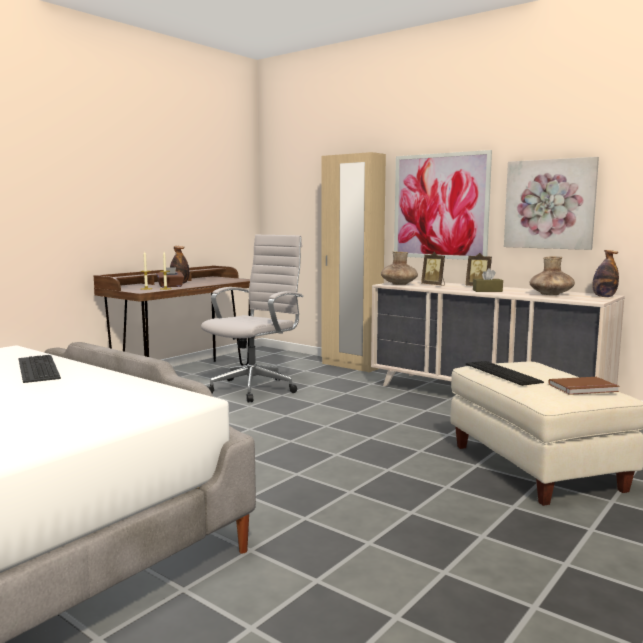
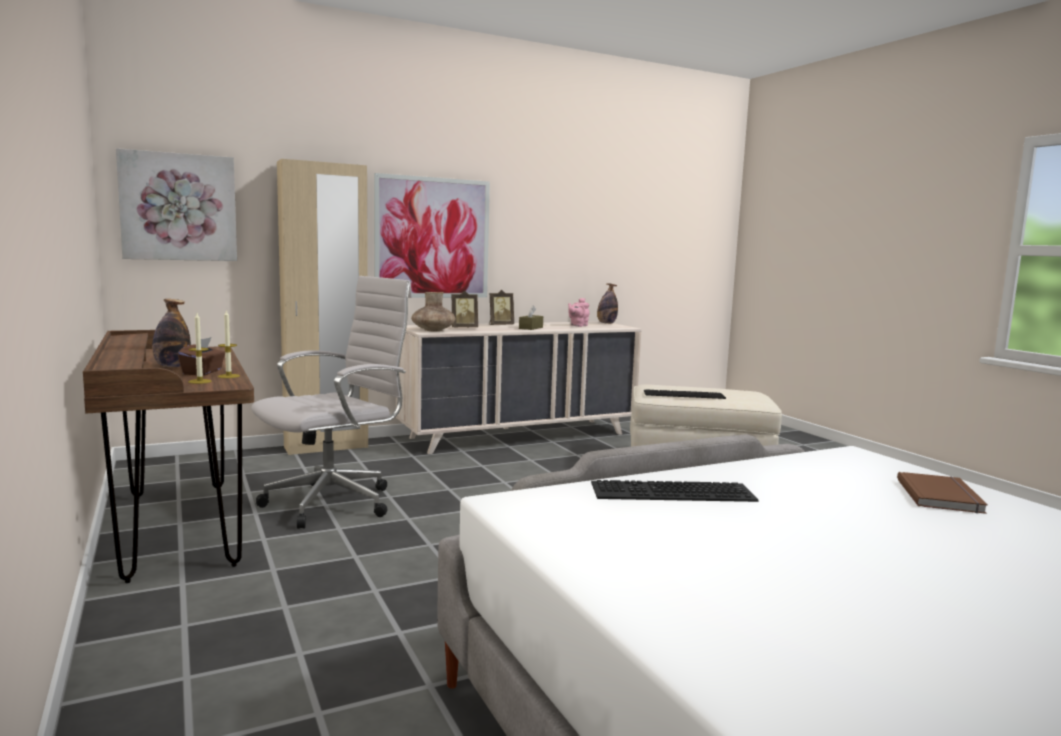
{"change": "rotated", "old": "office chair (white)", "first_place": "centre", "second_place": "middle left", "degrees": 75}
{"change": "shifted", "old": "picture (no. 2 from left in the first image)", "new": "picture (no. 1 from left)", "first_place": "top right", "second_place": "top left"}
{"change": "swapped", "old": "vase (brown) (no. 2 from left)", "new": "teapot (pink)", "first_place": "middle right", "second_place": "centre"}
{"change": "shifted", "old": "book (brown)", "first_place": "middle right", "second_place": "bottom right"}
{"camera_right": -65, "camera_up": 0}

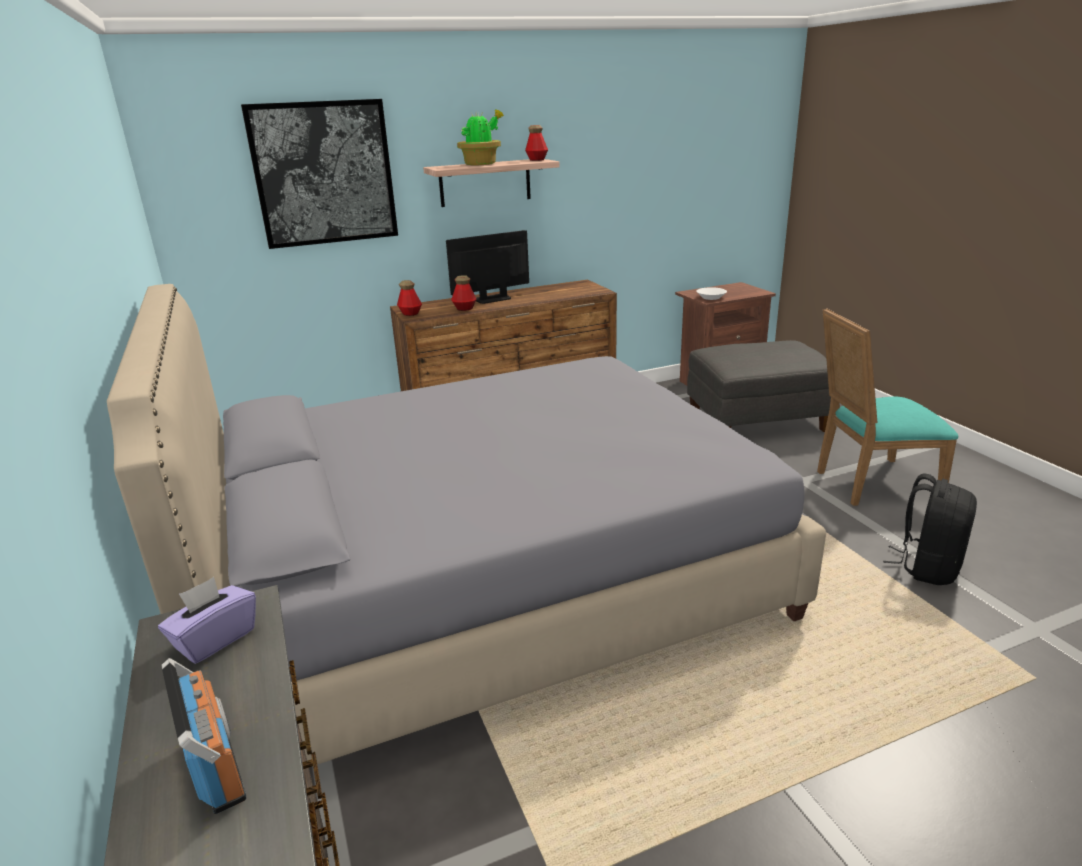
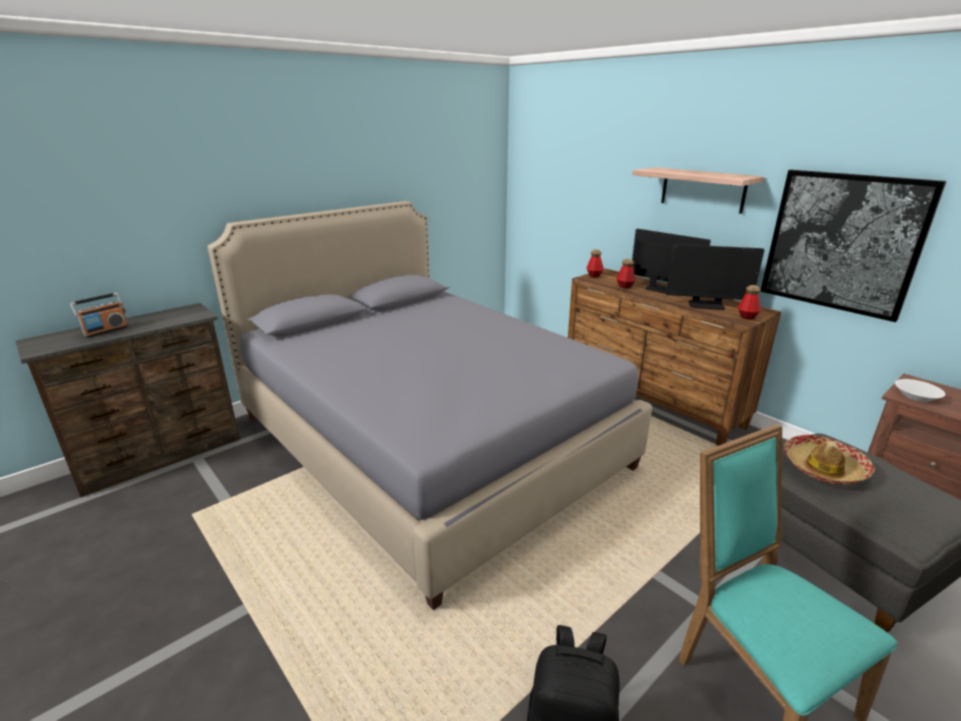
{"change": "gone", "old": "tissue box (purple)", "first_place": "bottom left"}
{"change": "shifted", "old": "picture", "first_place": "top left", "second_place": "middle right"}
{"change": "gone", "old": "potted plant", "first_place": "top centre"}
{"change": "shifted", "old": "bottle (no. 3 from left)", "first_place": "top centre", "second_place": "middle right"}
{"change": "new", "new": "monitor (no. 2 from left)", "second_place": "middle right"}
{"change": "new", "new": "hat", "second_place": "middle right"}
{"camera_right": 70, "camera_up": 0}

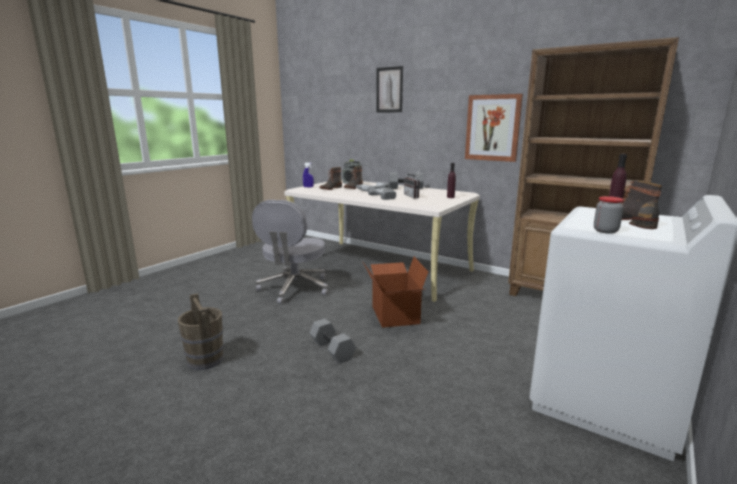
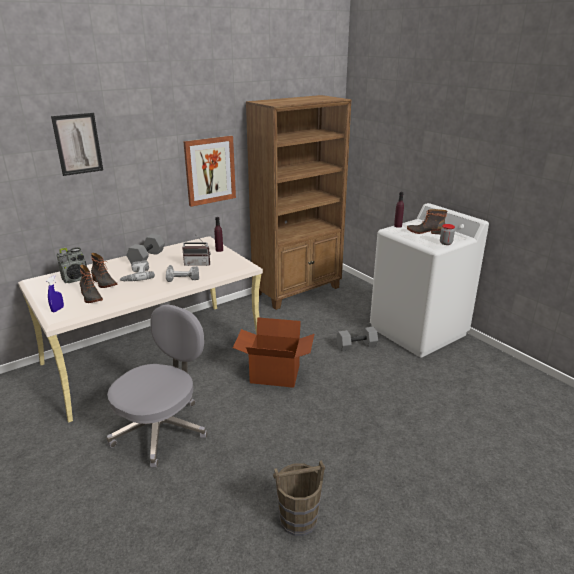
{"change": "rotated", "old": "office chair (grey)", "first_place": "centre", "second_place": "bottom left", "degrees": -90}
{"change": "shifted", "old": "dumbbell (grey) (no. 1 from left in the first image)", "new": "dumbbell (grey) (no. 2 from left)", "first_place": "bottom centre", "second_place": "centre"}
{"camera_right": -70, "camera_up": 10}

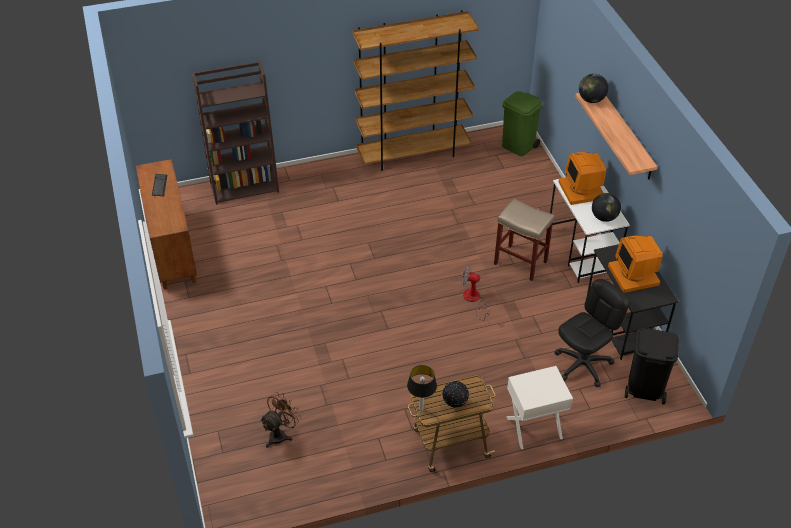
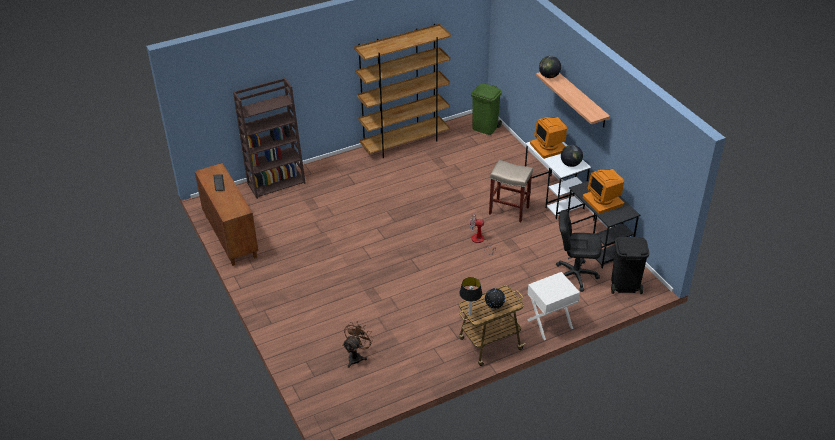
{"change": "rotated", "old": "office chair (black)", "first_place": "middle right", "second_place": "middle right", "degrees": -120}
{"camera_right": -10, "camera_up": -5}

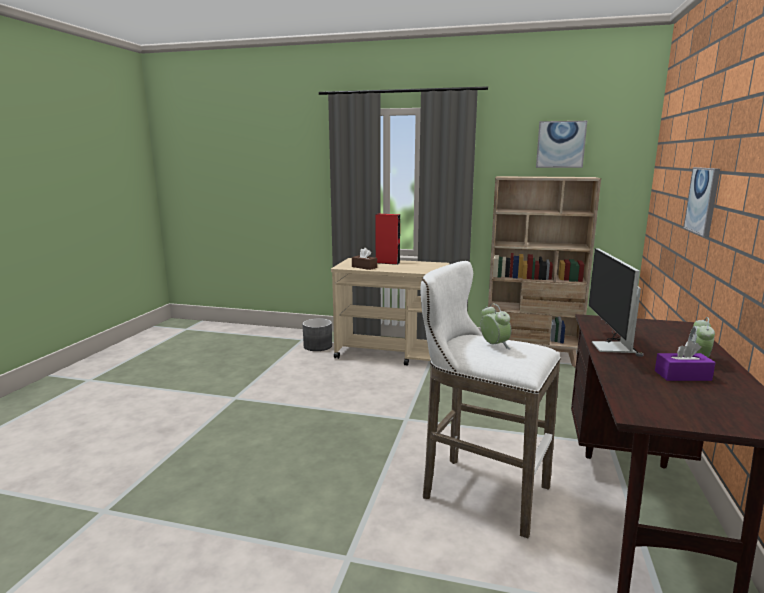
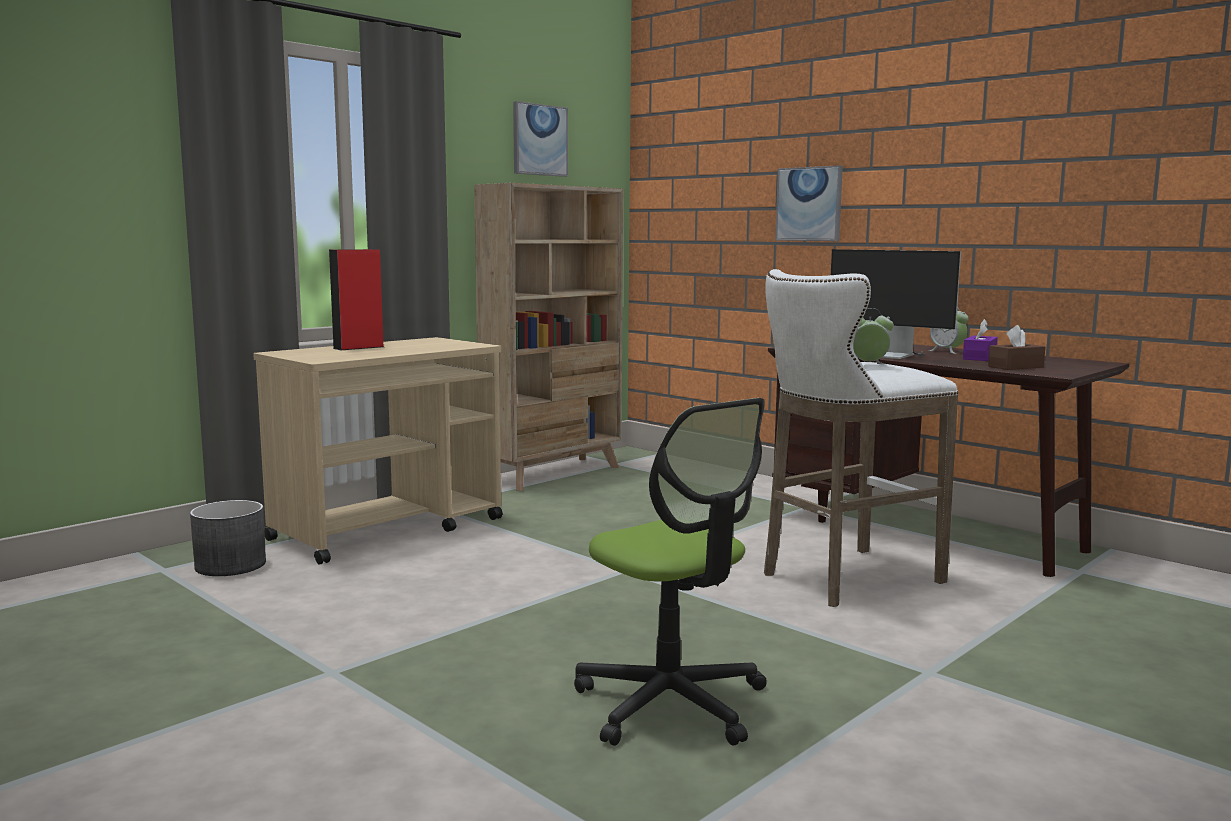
{"change": "shifted", "old": "tissue box (brown)", "first_place": "centre", "second_place": "middle right"}
{"change": "new", "new": "office chair", "second_place": "bottom centre"}
{"camera_right": -60, "camera_up": -5}

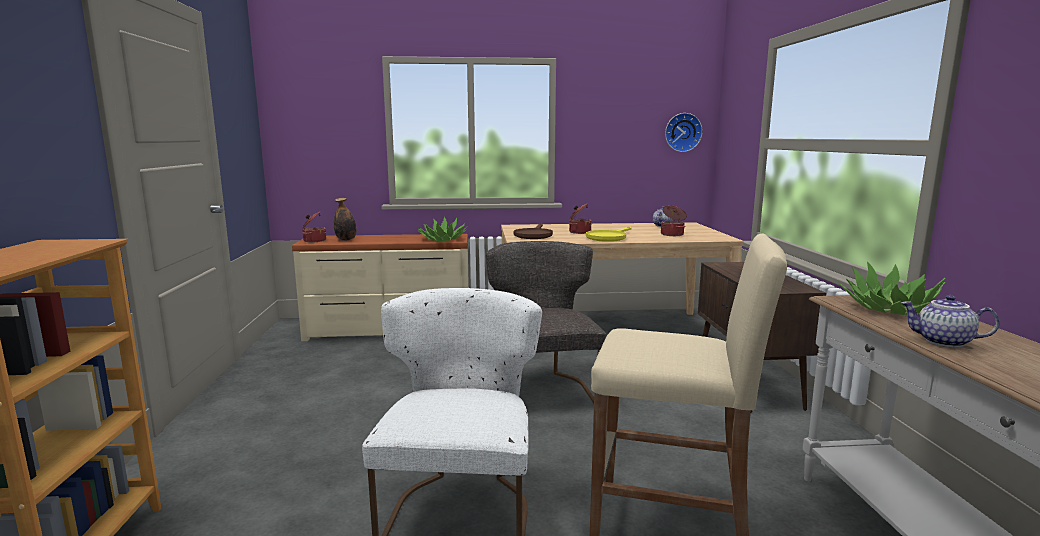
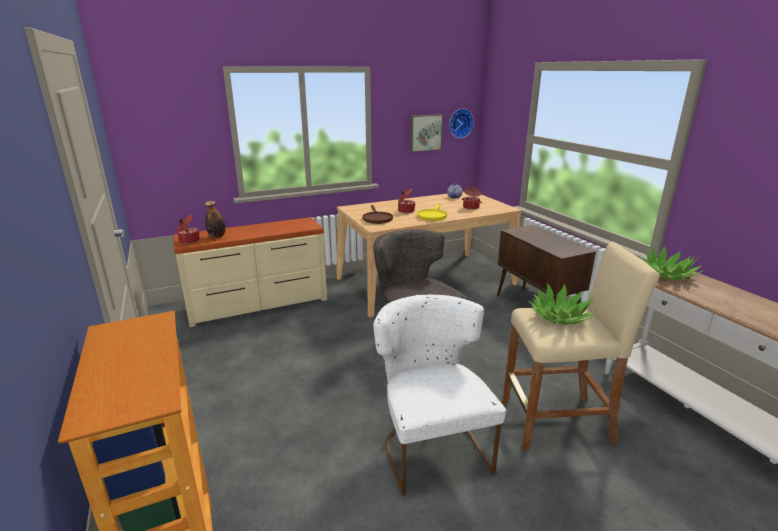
{"change": "shifted", "old": "potted plant (no. 1 from left)", "first_place": "centre", "second_place": "middle right"}
{"change": "gone", "old": "teapot (no. 2 from left)", "first_place": "middle right"}
{"change": "new", "new": "picture", "second_place": "top centre"}
{"camera_right": -20, "camera_up": 10}

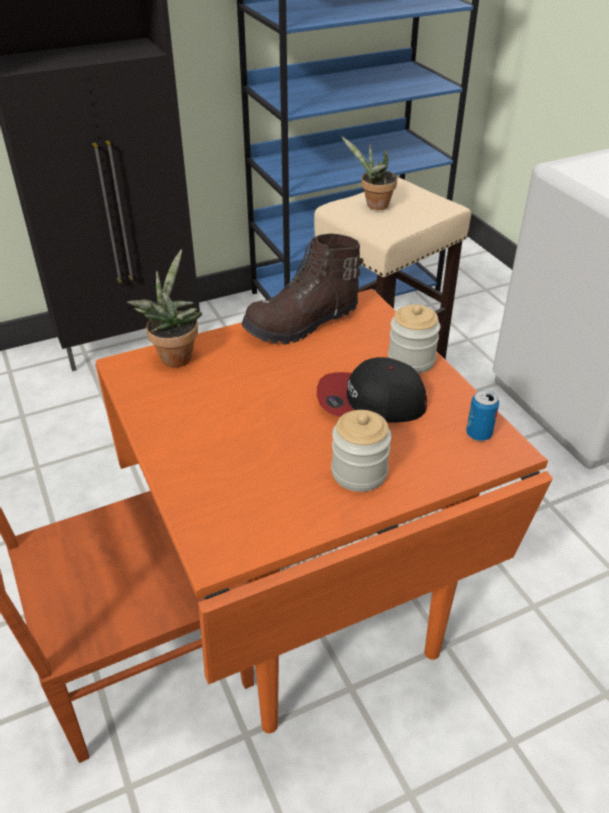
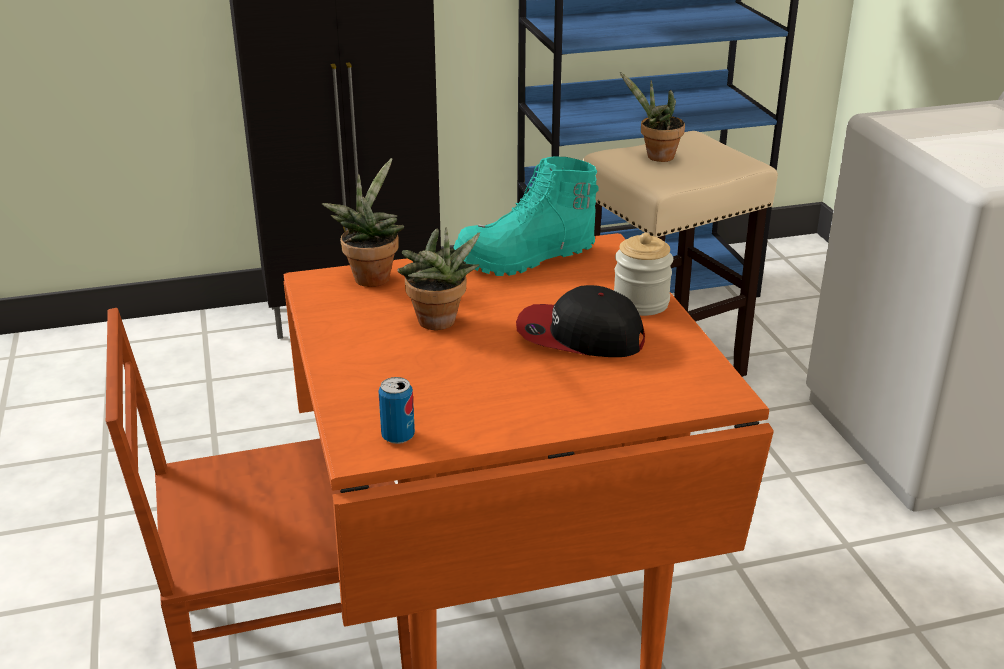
{"change": "repainted", "old": "boot (brown)", "new": "boot (turquoise)", "first_place": "centre", "second_place": "top centre"}
{"change": "gone", "old": "jar (no. 1 from left)", "first_place": "centre"}
{"change": "shifted", "old": "can", "first_place": "middle right", "second_place": "centre"}
{"change": "new", "new": "potted plant (no. 2 from left)", "second_place": "centre"}
{"camera_right": 10, "camera_up": -10}

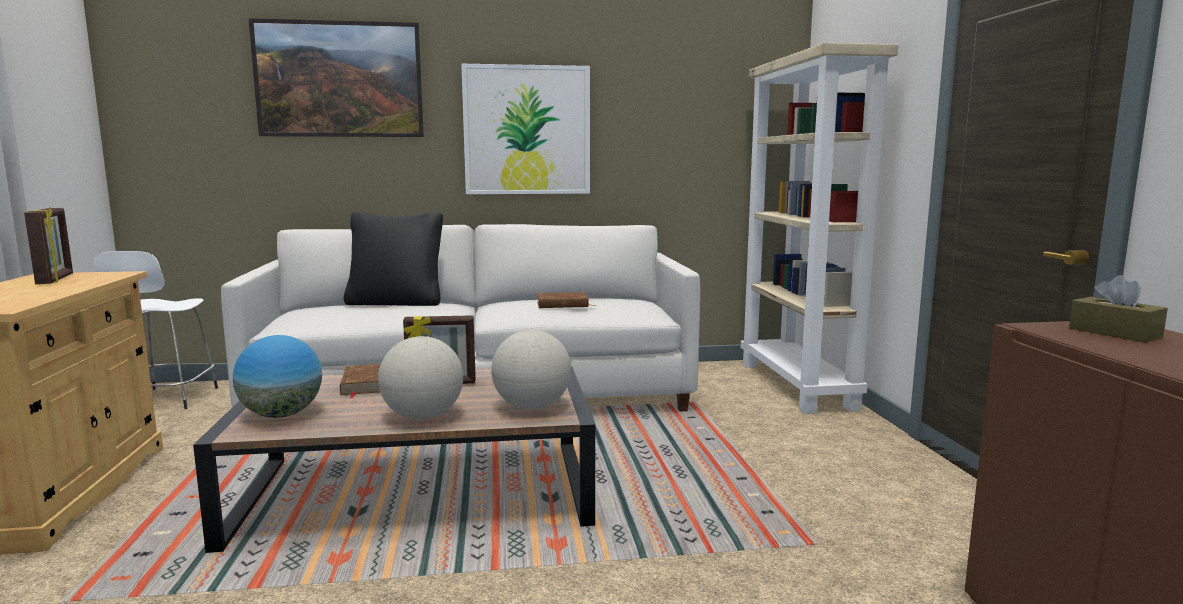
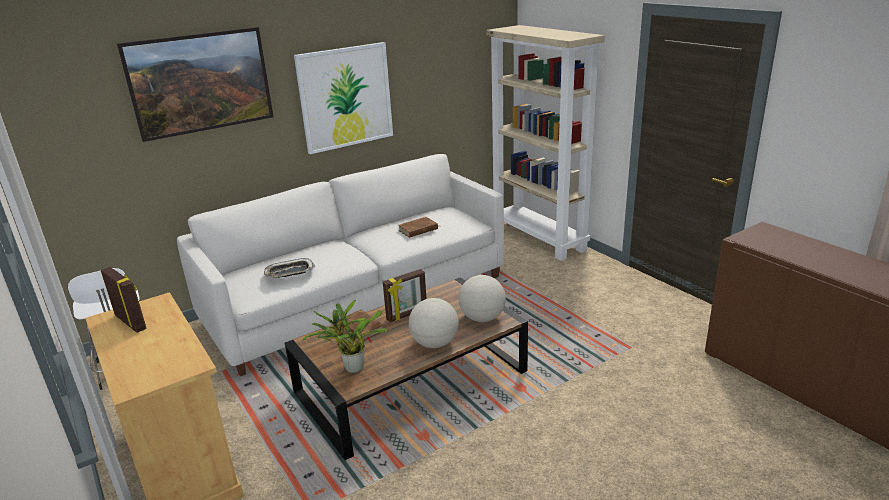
{"change": "swapped", "old": "globe (no. 1 from left)", "new": "potted plant", "first_place": "middle left", "second_place": "bottom centre"}
{"change": "gone", "old": "pillow (black)", "first_place": "middle left"}
{"change": "gone", "old": "tissue box (brown)", "first_place": "middle right"}
{"change": "new", "new": "tray", "second_place": "middle left"}
{"camera_right": -25, "camera_up": 15}

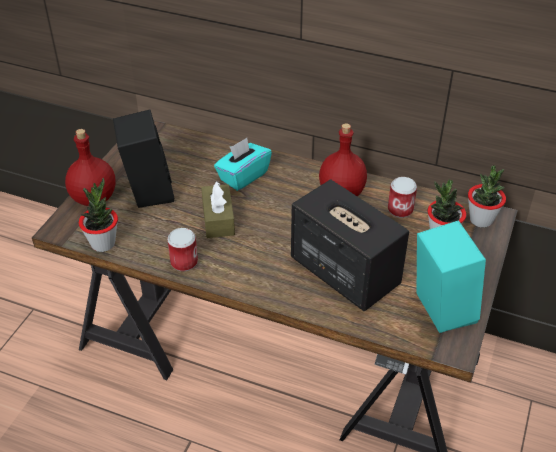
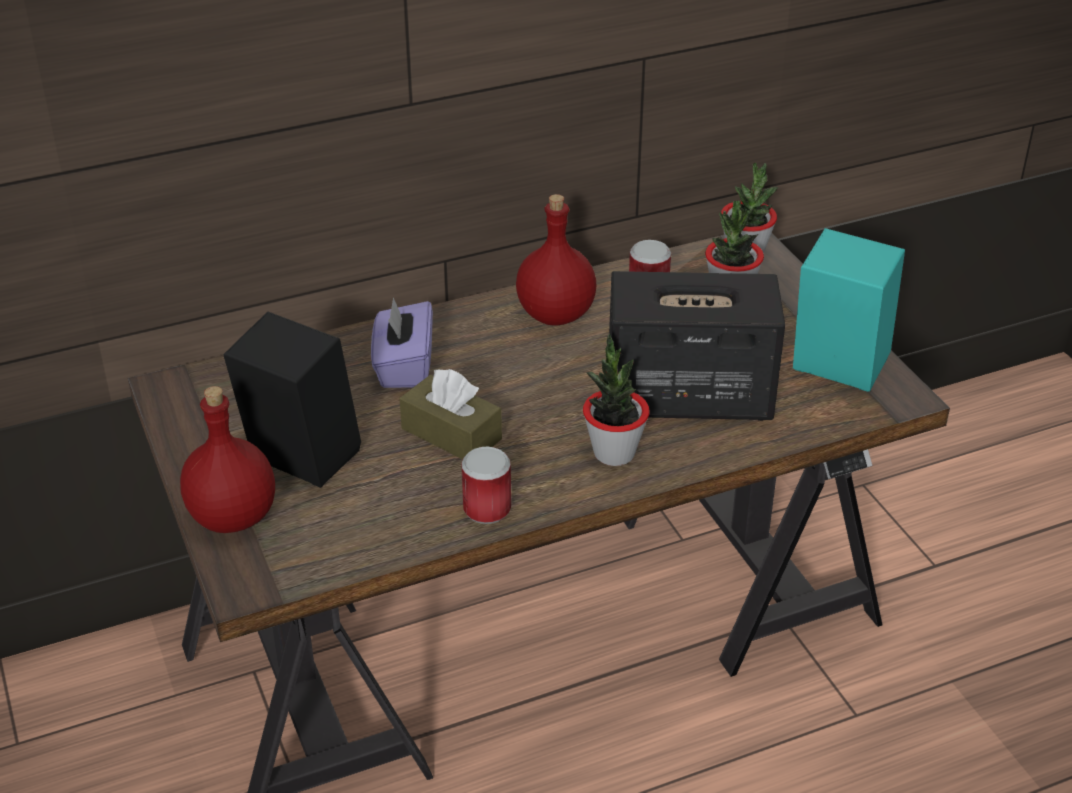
{"change": "shifted", "old": "potted plant (no. 1 from left)", "first_place": "middle left", "second_place": "centre"}
{"change": "repainted", "old": "tissue box (turquoise)", "new": "tissue box (purple)", "first_place": "centre", "second_place": "centre"}
{"camera_right": -45, "camera_up": -5}

